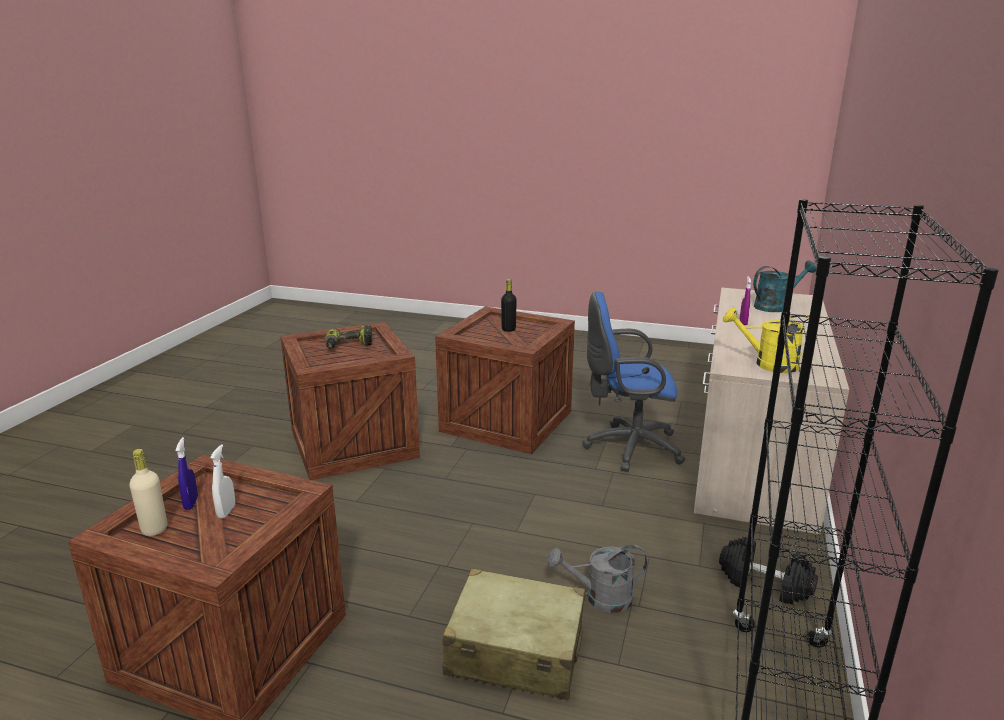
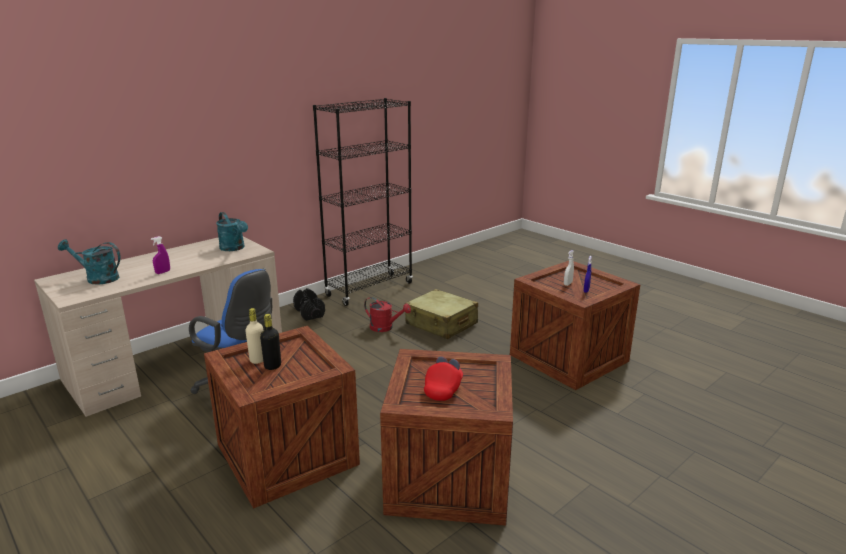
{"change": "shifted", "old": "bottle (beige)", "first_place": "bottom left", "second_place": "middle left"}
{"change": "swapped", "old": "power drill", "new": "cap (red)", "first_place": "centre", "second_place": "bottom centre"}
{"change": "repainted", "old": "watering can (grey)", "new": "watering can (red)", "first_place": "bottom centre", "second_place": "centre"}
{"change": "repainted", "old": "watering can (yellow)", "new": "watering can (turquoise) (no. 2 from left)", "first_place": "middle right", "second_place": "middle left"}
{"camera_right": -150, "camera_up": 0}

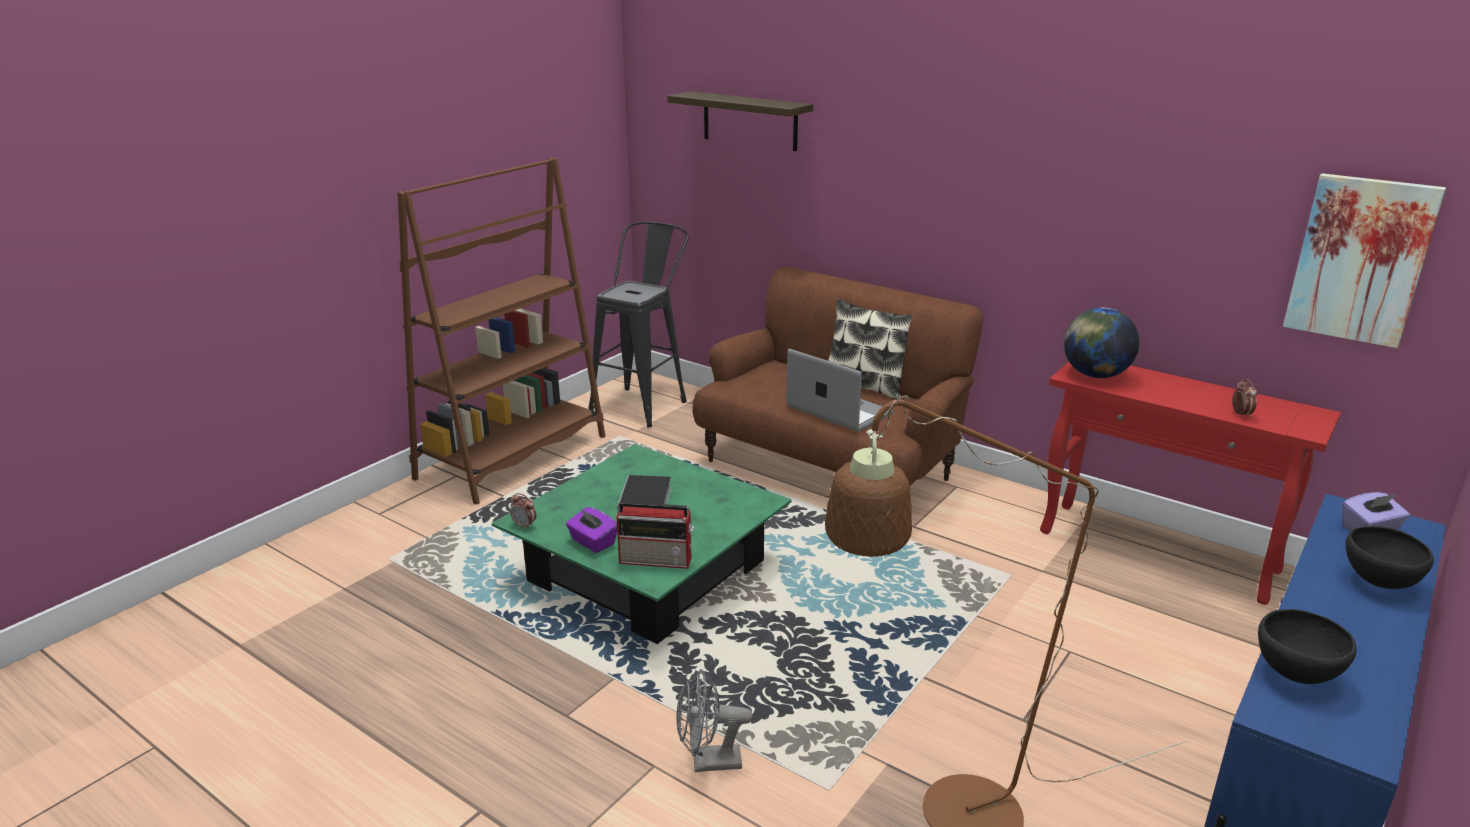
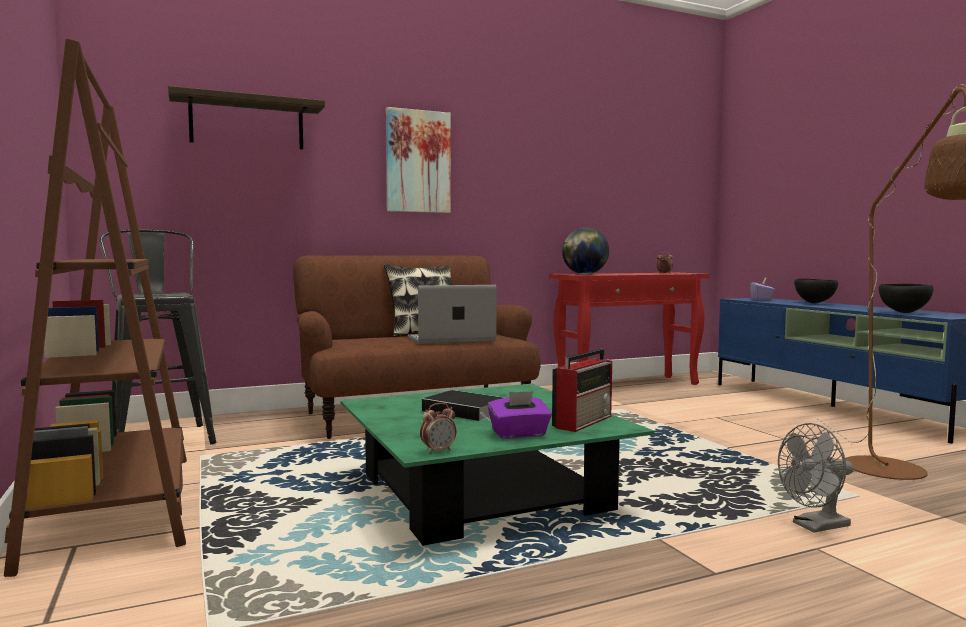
{"change": "rotated", "old": "fan (grey)", "first_place": "bottom centre", "second_place": "bottom right", "degrees": 45}
{"change": "shifted", "old": "picture", "first_place": "top right", "second_place": "top centre"}
{"camera_right": -60, "camera_up": -20}

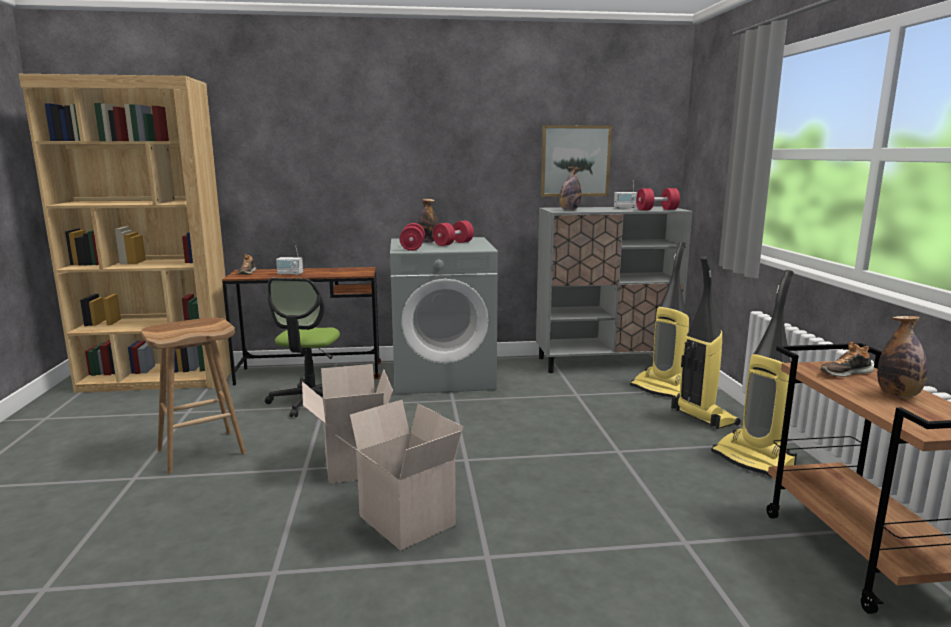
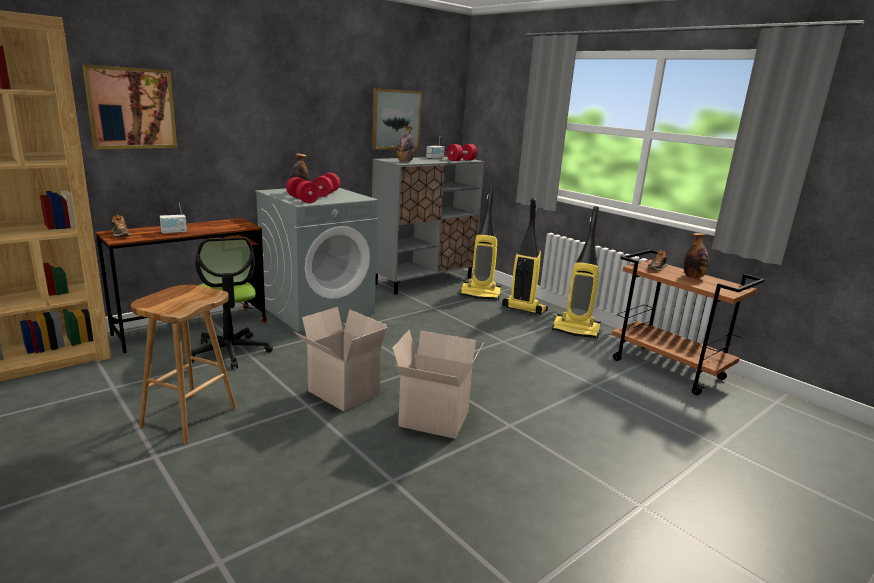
{"change": "new", "new": "picture (no. 1 from left)", "second_place": "top left"}
{"camera_right": -35, "camera_up": 5}

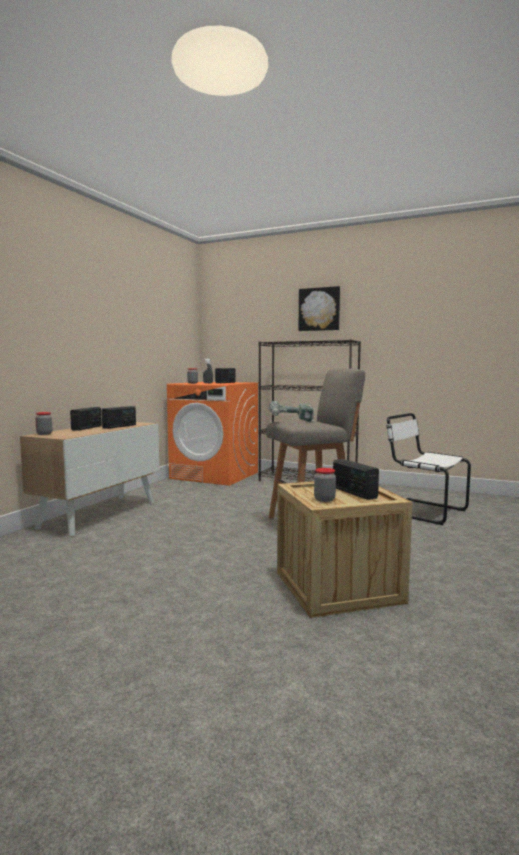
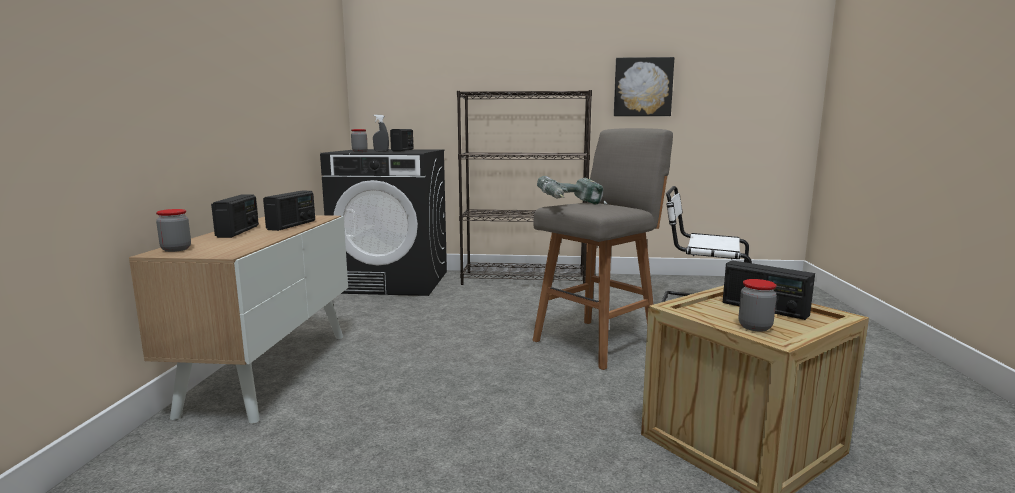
{"change": "repainted", "old": "washing machine (orange)", "new": "washing machine (black)", "first_place": "centre", "second_place": "centre"}
{"change": "shifted", "old": "picture", "first_place": "centre", "second_place": "top centre"}
{"camera_right": -20, "camera_up": 5}

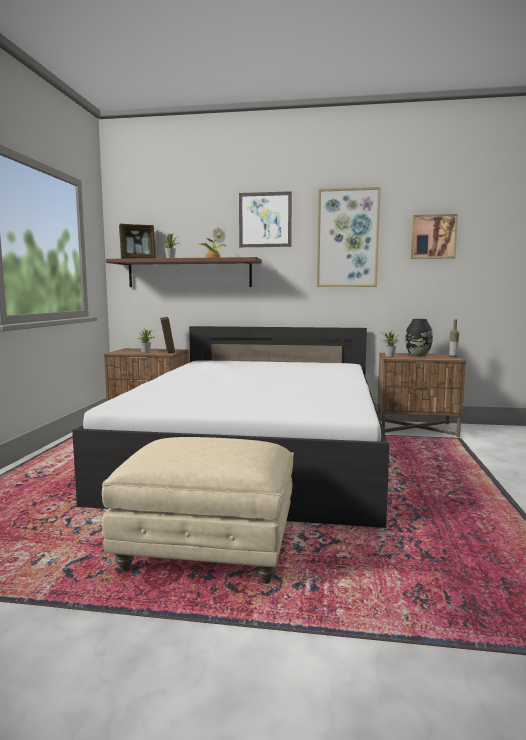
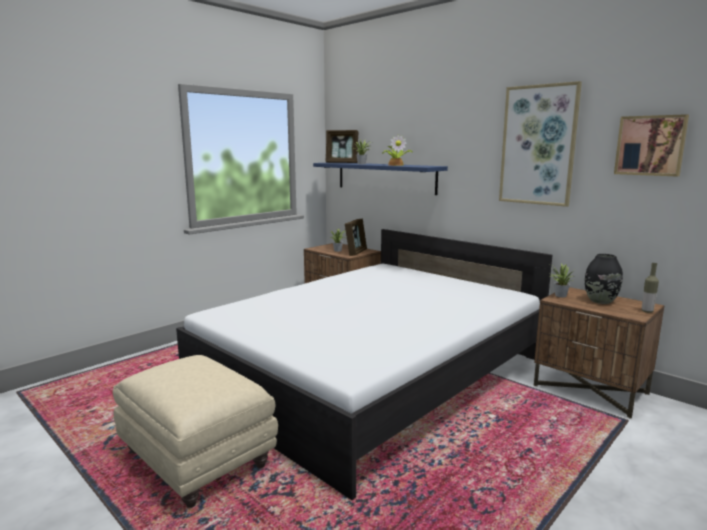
{"change": "repainted", "old": "shelf (brown)", "new": "shelf (blue)", "first_place": "centre", "second_place": "centre"}
{"change": "gone", "old": "picture (no. 1 from left)", "first_place": "top centre"}
{"camera_right": 35, "camera_up": 5}

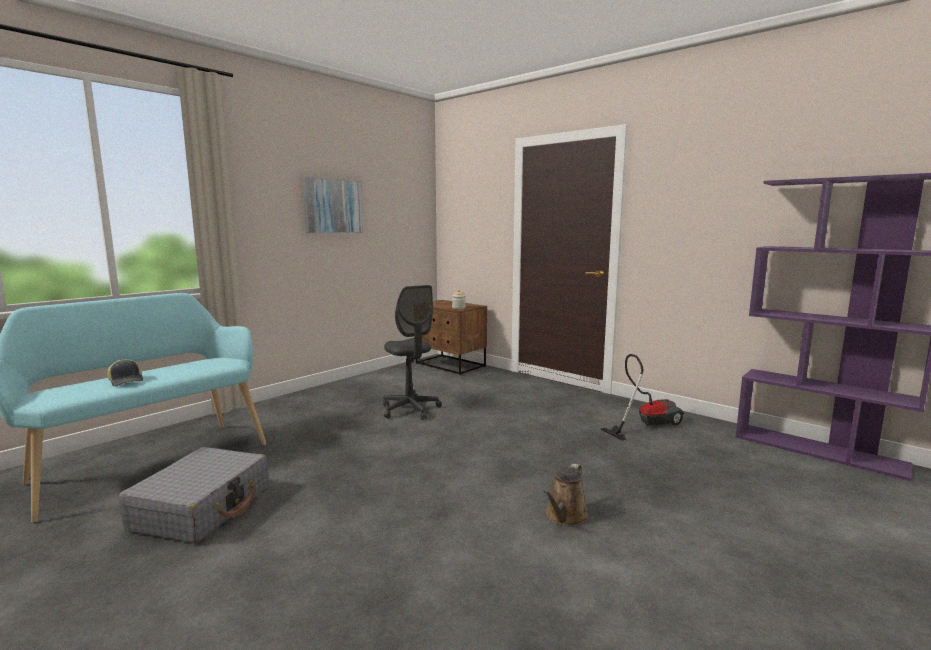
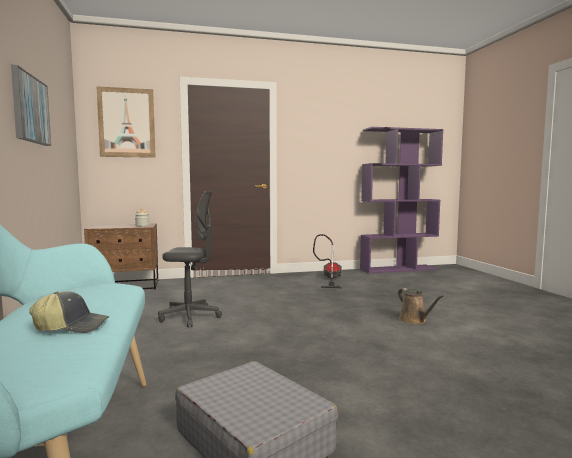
{"change": "new", "new": "picture (no. 2 from left)", "second_place": "top left"}
{"camera_right": -55, "camera_up": -5}

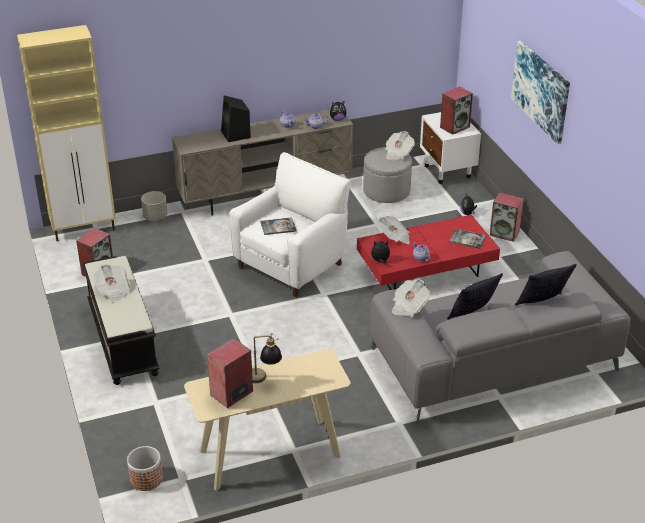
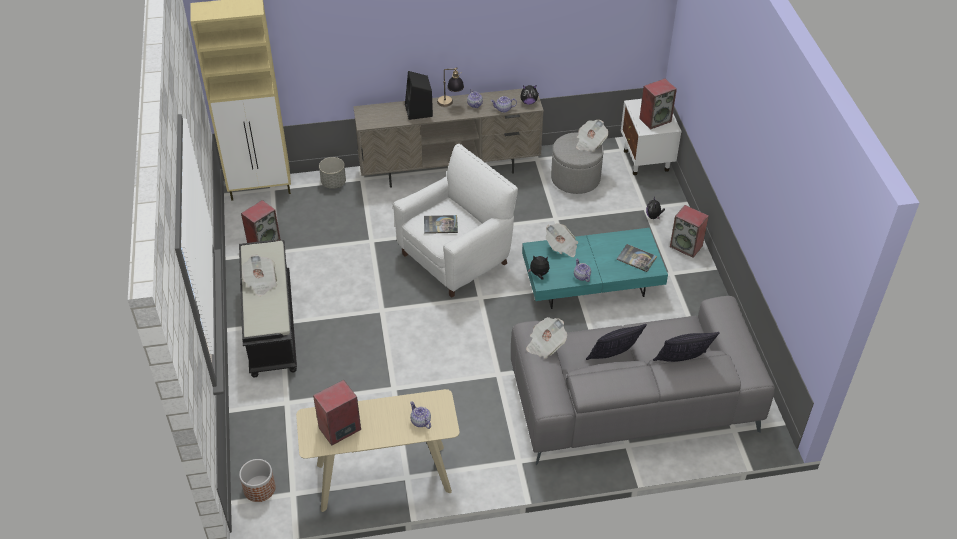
{"change": "shifted", "old": "table lamp", "first_place": "bottom centre", "second_place": "top centre"}
{"change": "repainted", "old": "coffee table (red)", "new": "coffee table (turquoise)", "first_place": "centre", "second_place": "centre"}
{"change": "gone", "old": "picture", "first_place": "top right"}
{"change": "new", "new": "teapot (no. 1 from left)", "second_place": "bottom centre"}
{"camera_right": 10, "camera_up": 10}

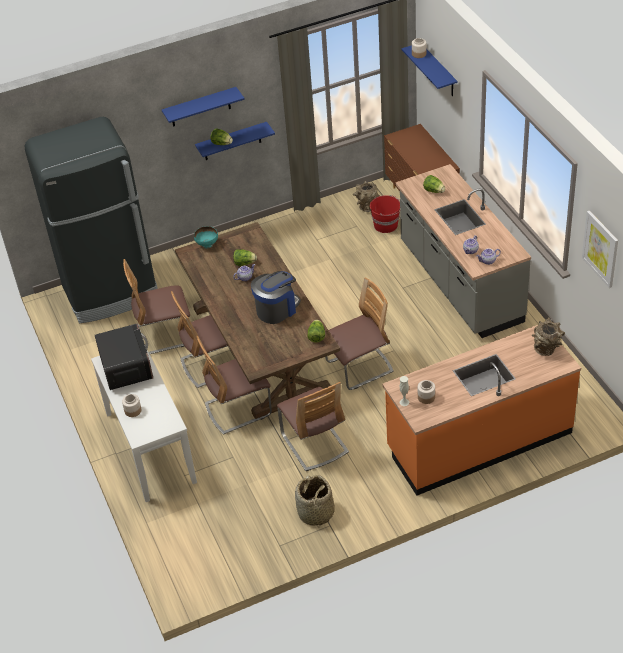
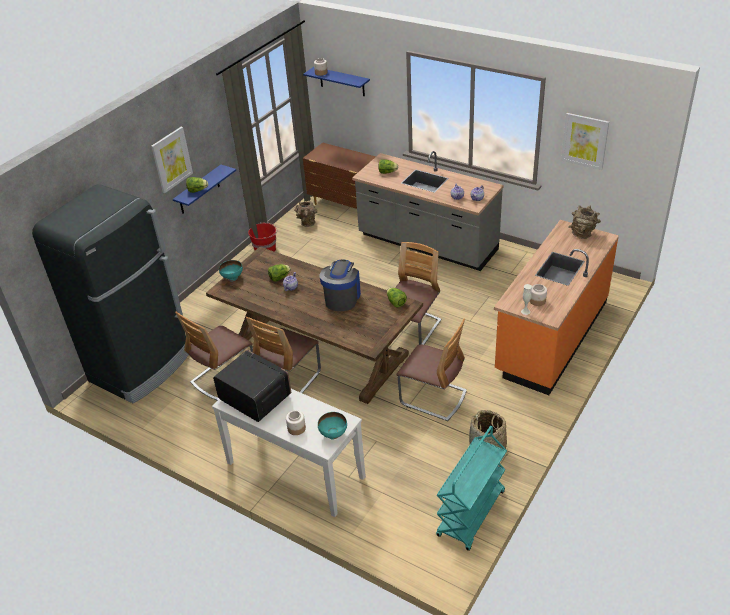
{"change": "swapped", "old": "shelf (blue) (no. 1 from left)", "new": "picture (no. 1 from left)", "first_place": "top left", "second_place": "top left"}
{"change": "gone", "old": "chair (no. 3 from left)", "first_place": "centre"}
{"change": "shifted", "old": "bucket (red)", "first_place": "top centre", "second_place": "centre"}
{"change": "new", "new": "bowl (turquoise) (no. 2 from left)", "second_place": "bottom centre"}
{"change": "new", "new": "cart (turquoise)", "second_place": "bottom centre"}
{"camera_right": -35, "camera_up": -5}

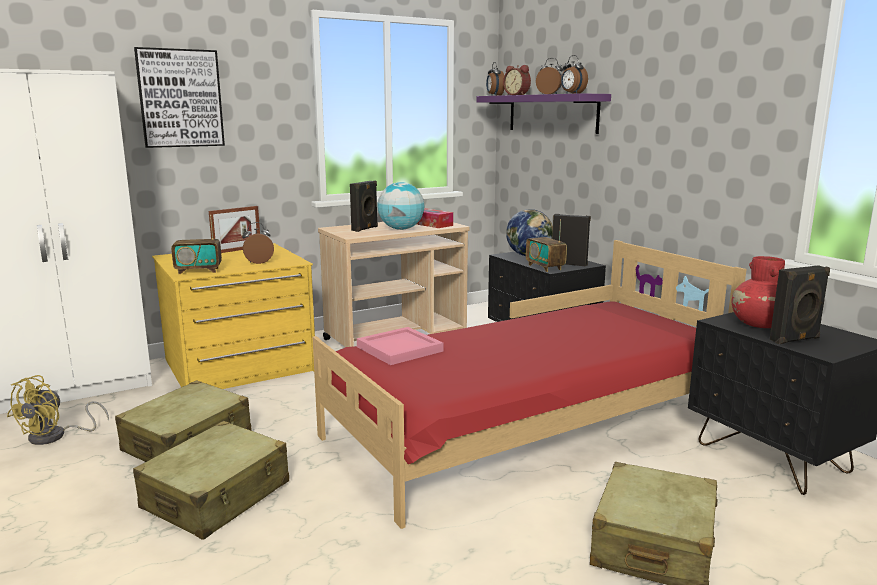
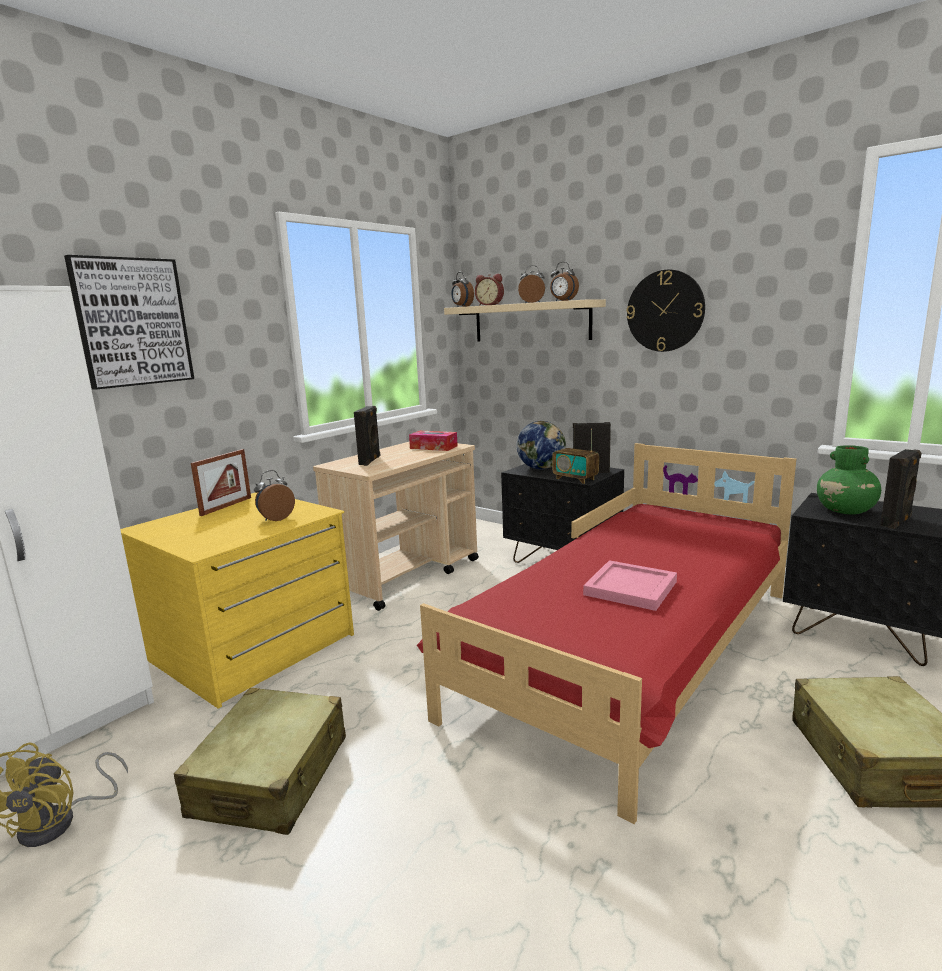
{"change": "gone", "old": "suitcase (beige) (no. 2 from left)", "first_place": "bottom left"}
{"change": "gone", "old": "radio (no. 1 from left)", "first_place": "middle left"}
{"change": "shifted", "old": "tray (pink)", "first_place": "centre", "second_place": "middle right"}
{"change": "gone", "old": "globe (no. 1 from left)", "first_place": "centre"}
{"change": "repainted", "old": "shelf (purple)", "new": "shelf (beige)", "first_place": "top centre", "second_place": "top centre"}
{"change": "repainted", "old": "vase (red)", "new": "vase (green)", "first_place": "middle right", "second_place": "middle right"}
{"change": "new", "new": "wall clock", "second_place": "top right"}
{"camera_right": -20, "camera_up": 0}

